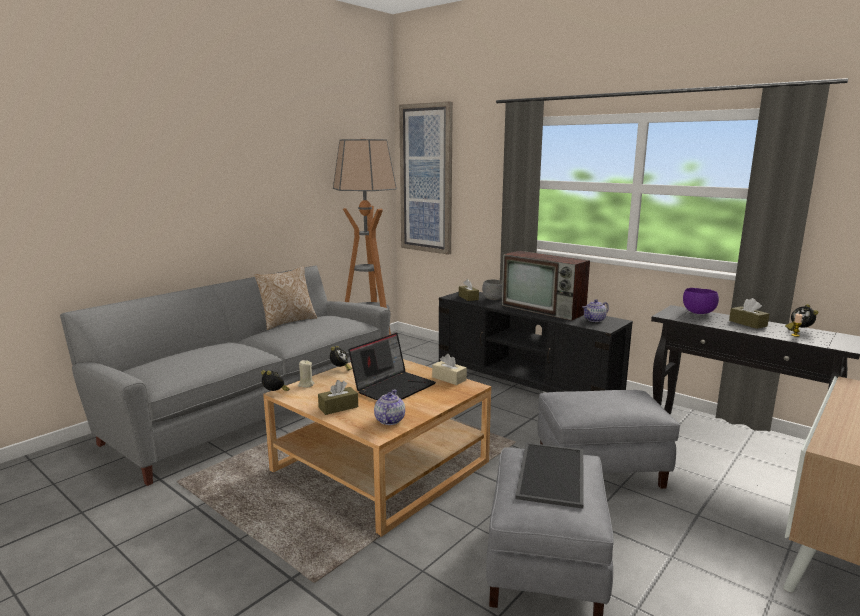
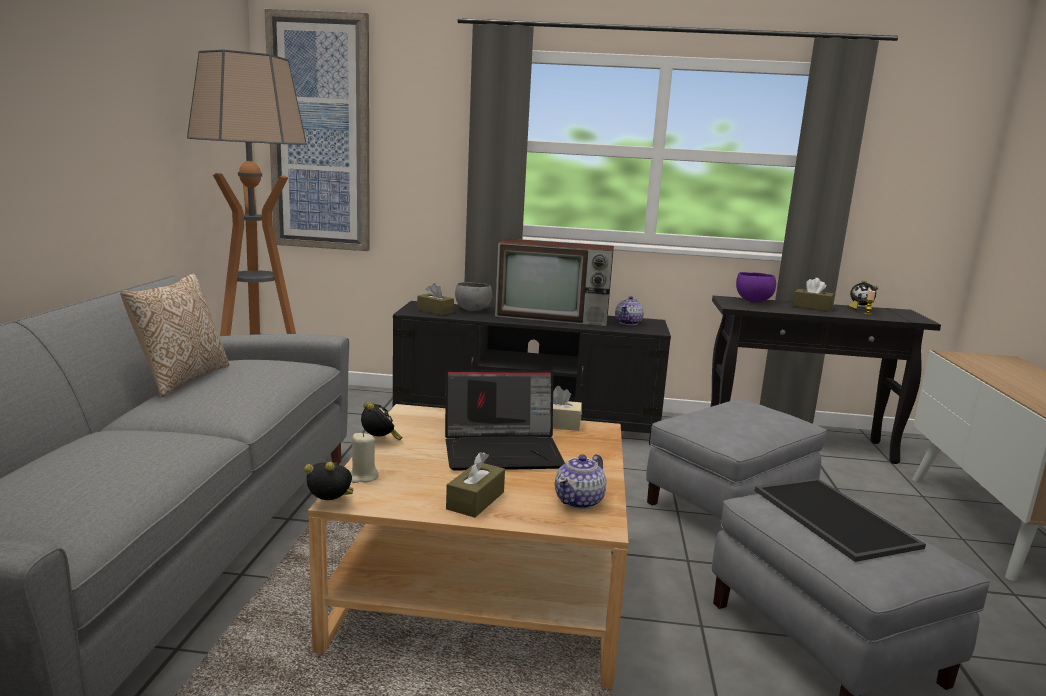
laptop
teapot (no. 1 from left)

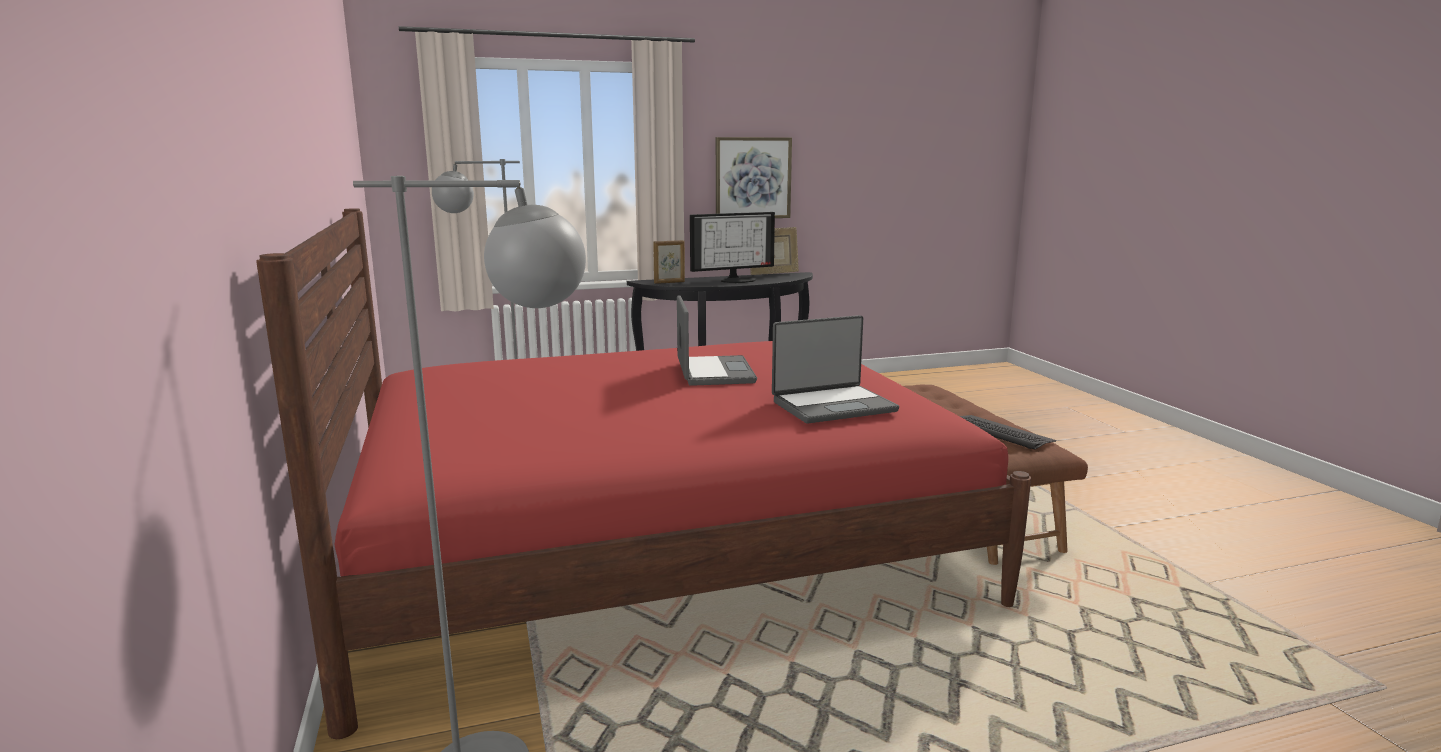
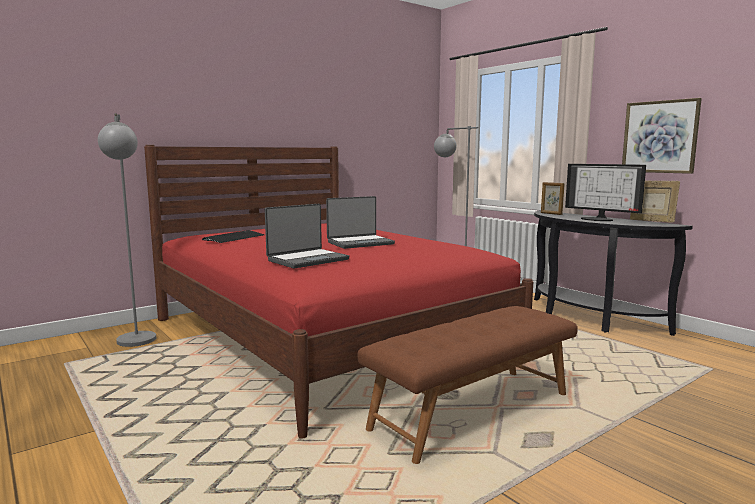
laptop (no. 1 from left)
computer keyboard

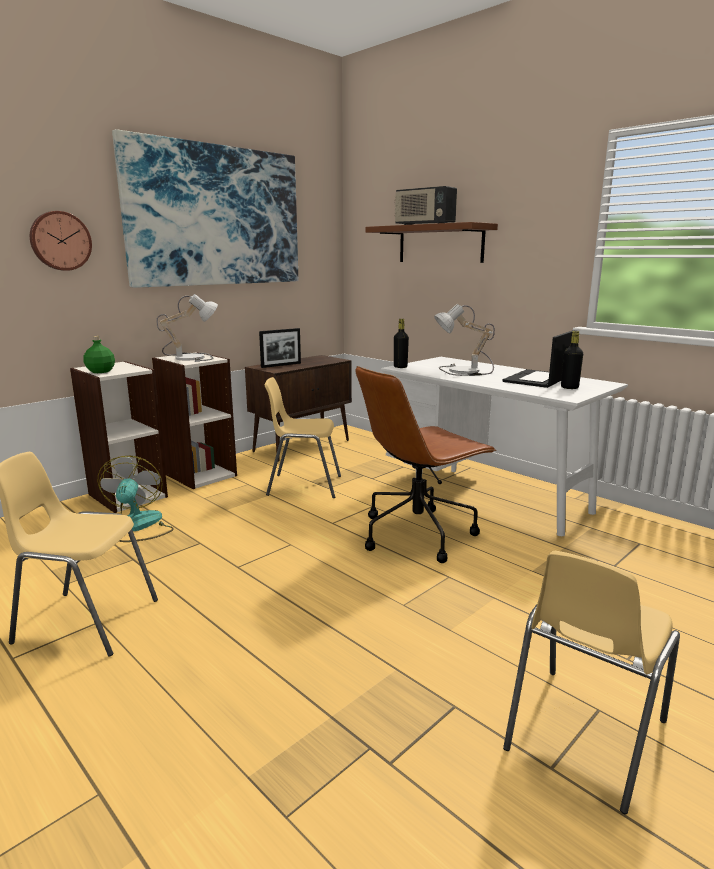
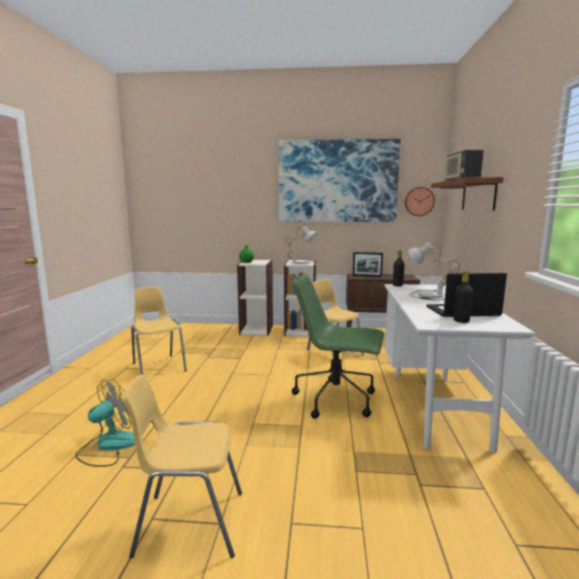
clock on the wall
fan
greenish desk chair

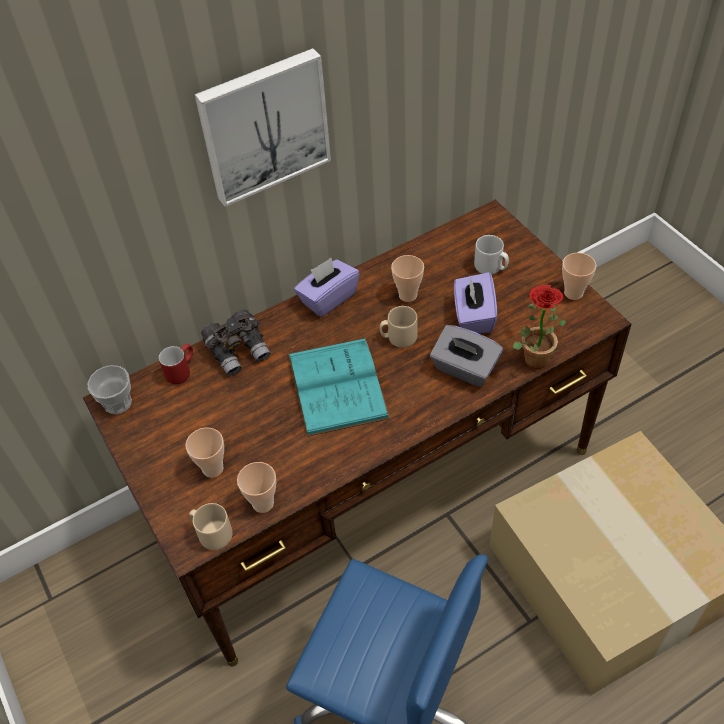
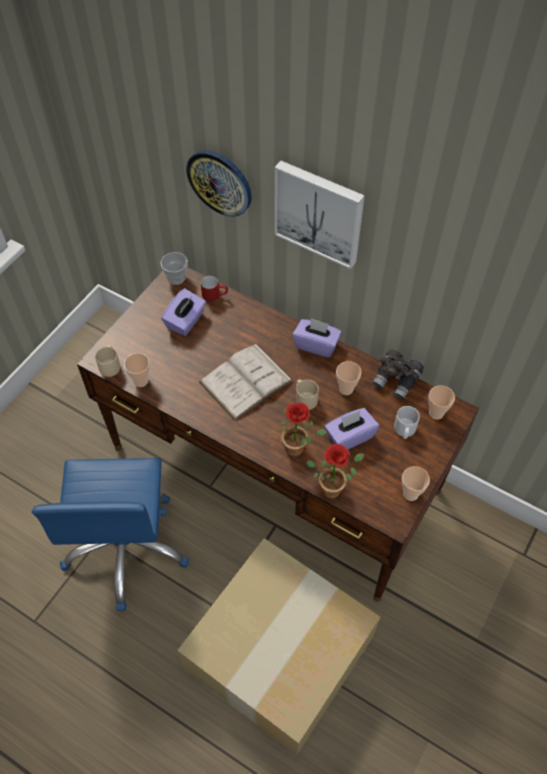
drinking cup (no. 5 from left)
greyish pair of binoculars
white-coloured bound book
plant in a pot (no. 1 from left)
purple-coloured tissue holder (no. 1 from left)
clock on the wall

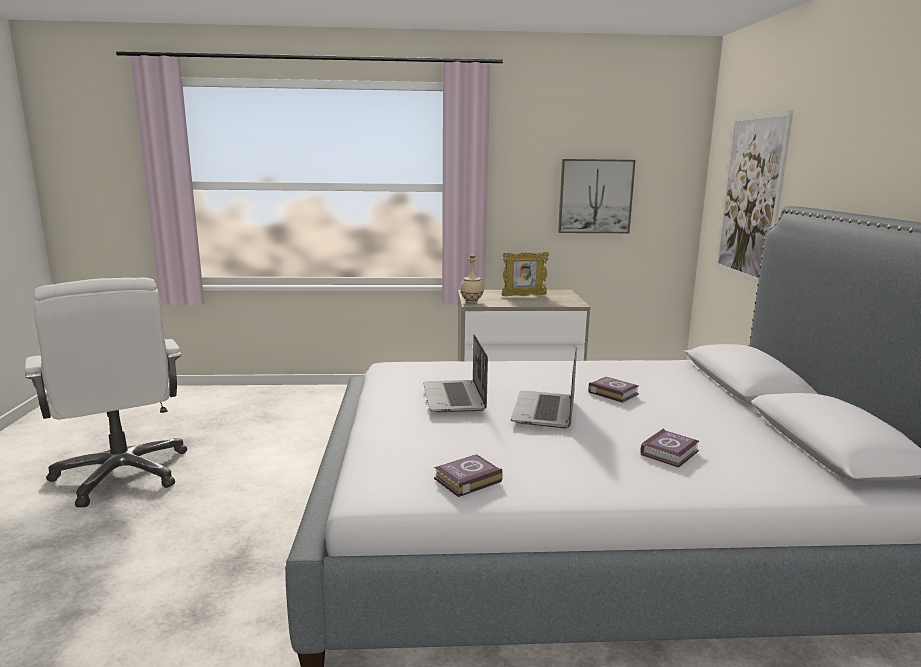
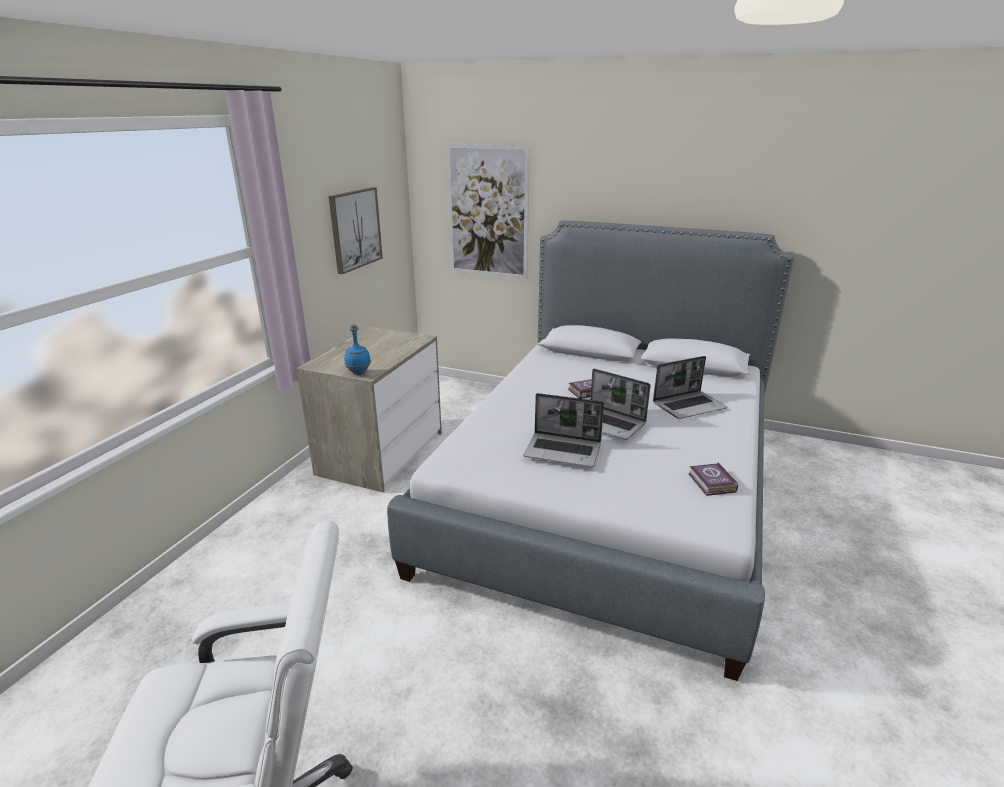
blue drink bottle
picture frame
laptop (no. 3 from left)

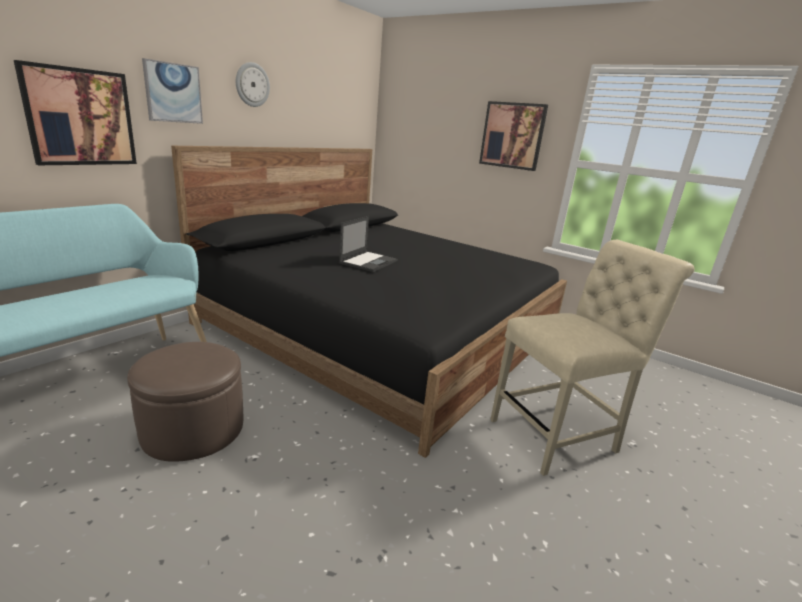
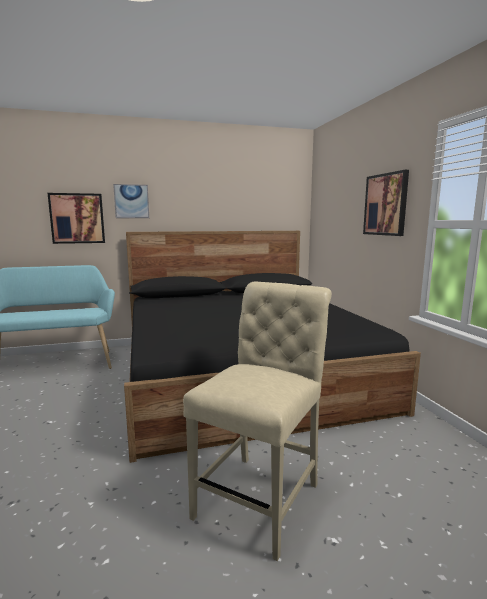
brownish ottoman
clock on the wall
laptop
beige plain chair

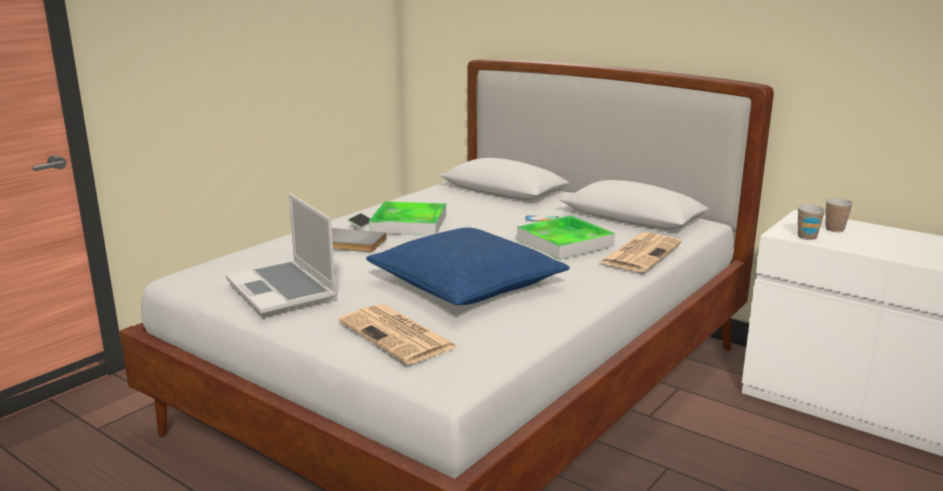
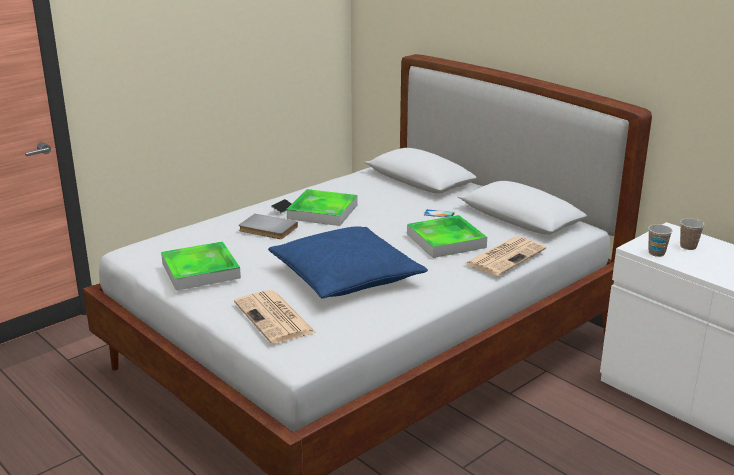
serving tray (no. 1 from left)

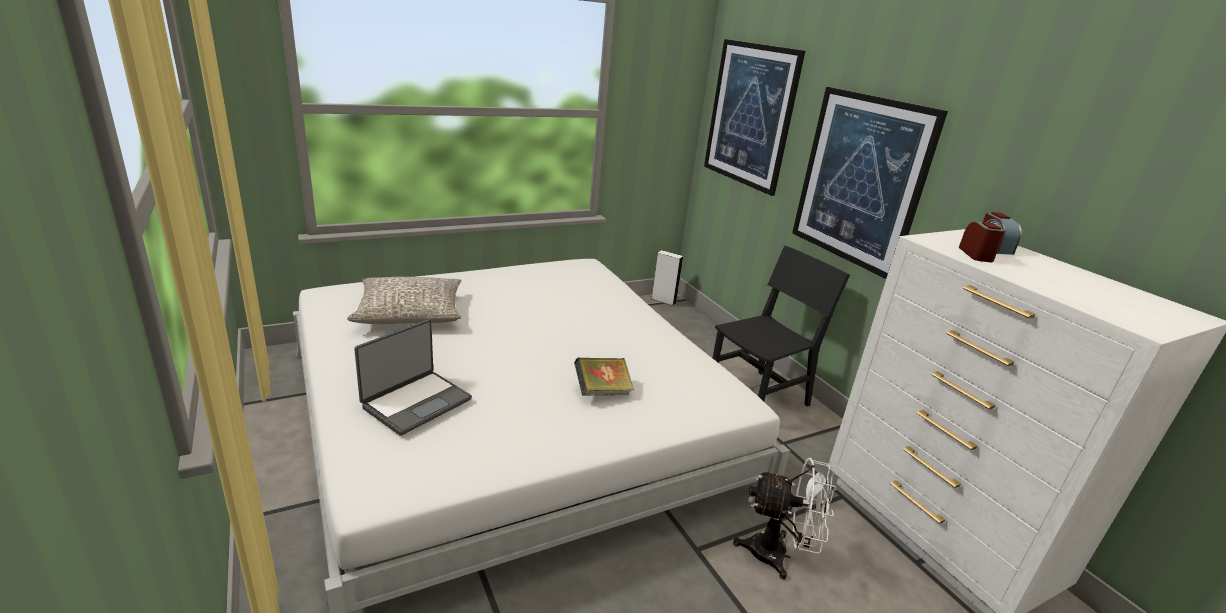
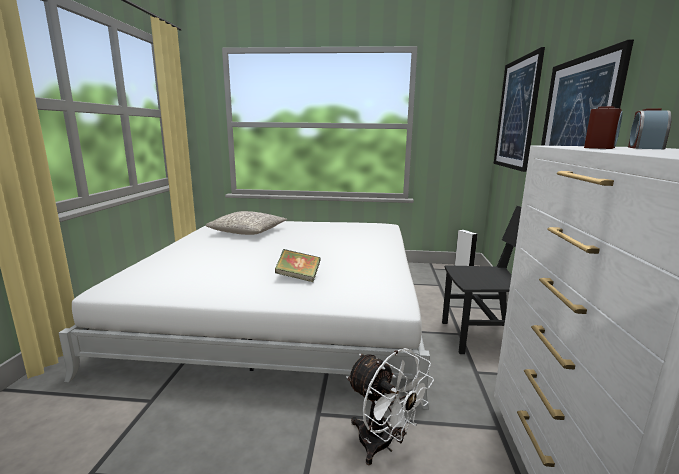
laptop

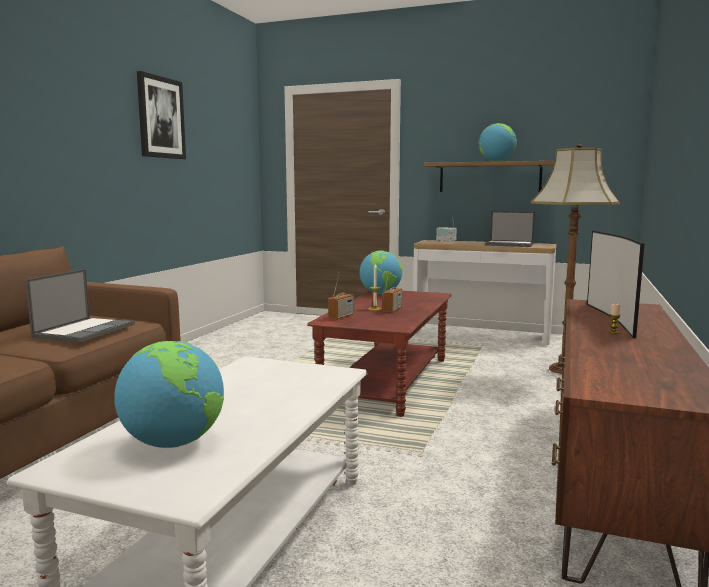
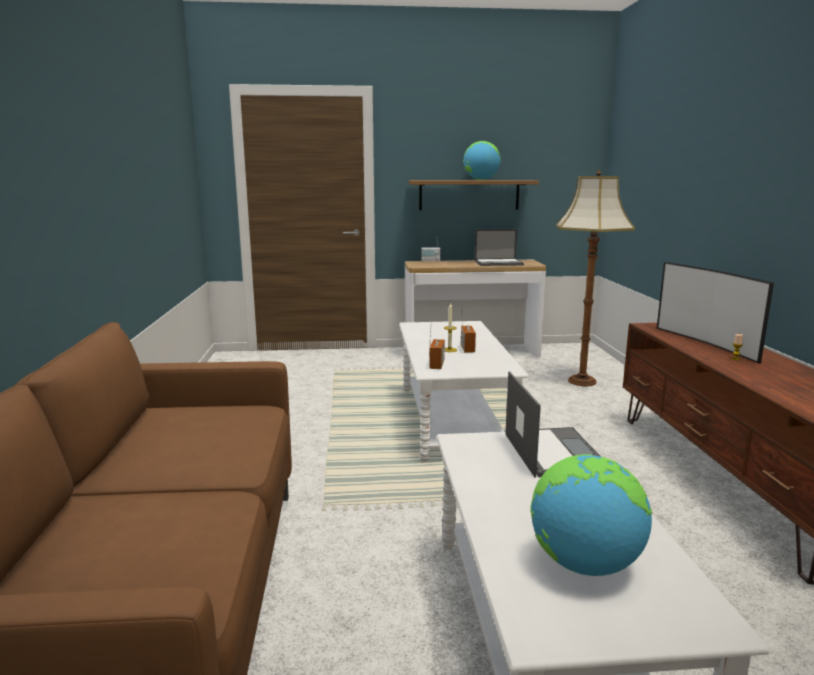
laptop (no. 2 from left)
wall art
white-coloured lounge table (no. 1 from left)
globe (no. 2 from left in the first image)

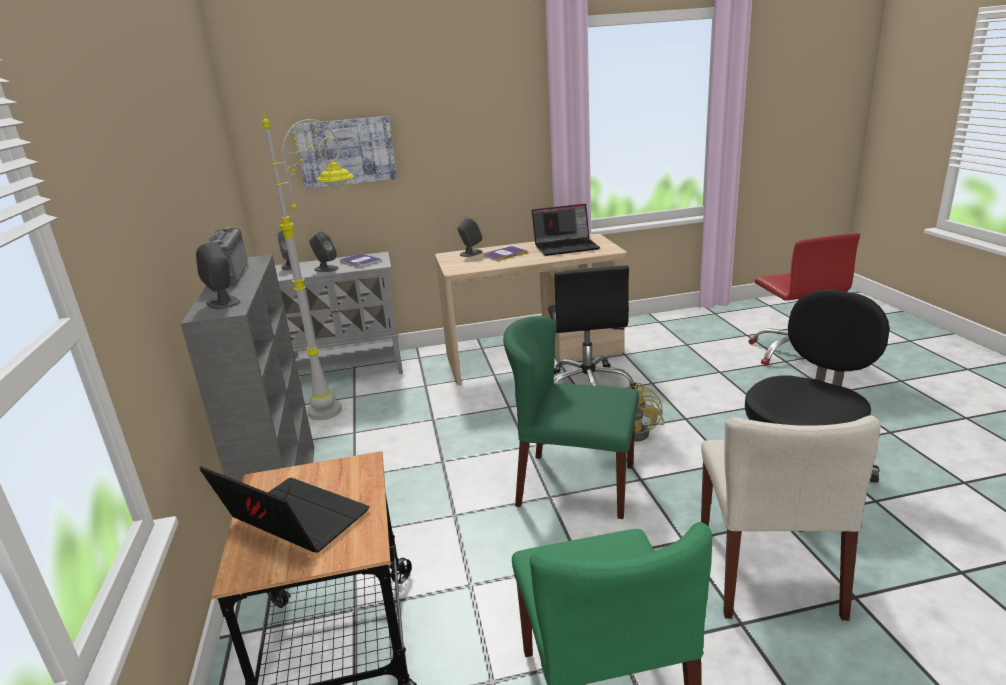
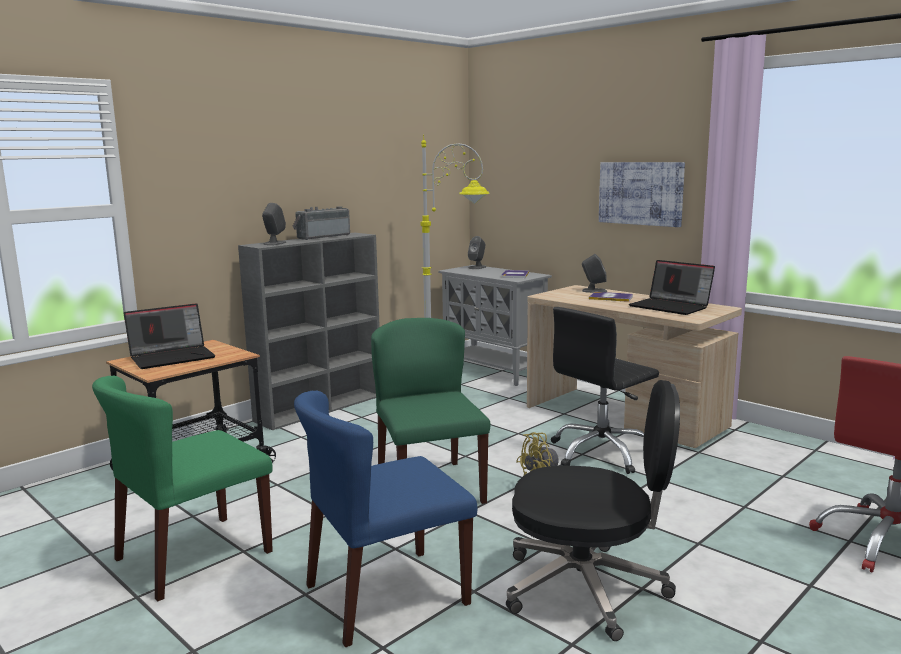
laptop (no. 1 from left)
wall art
greyish speaker (no. 3 from left in the first image)
blue plain chair

